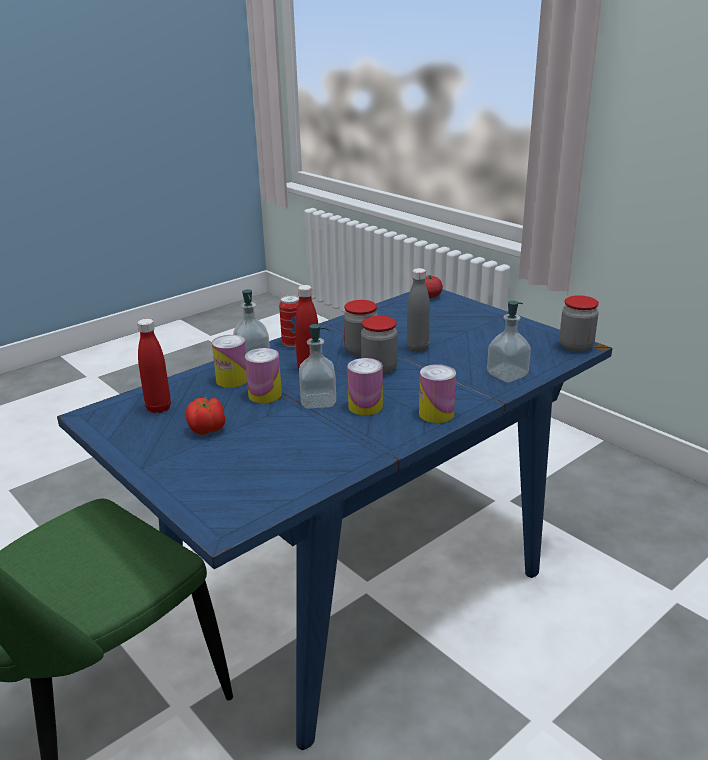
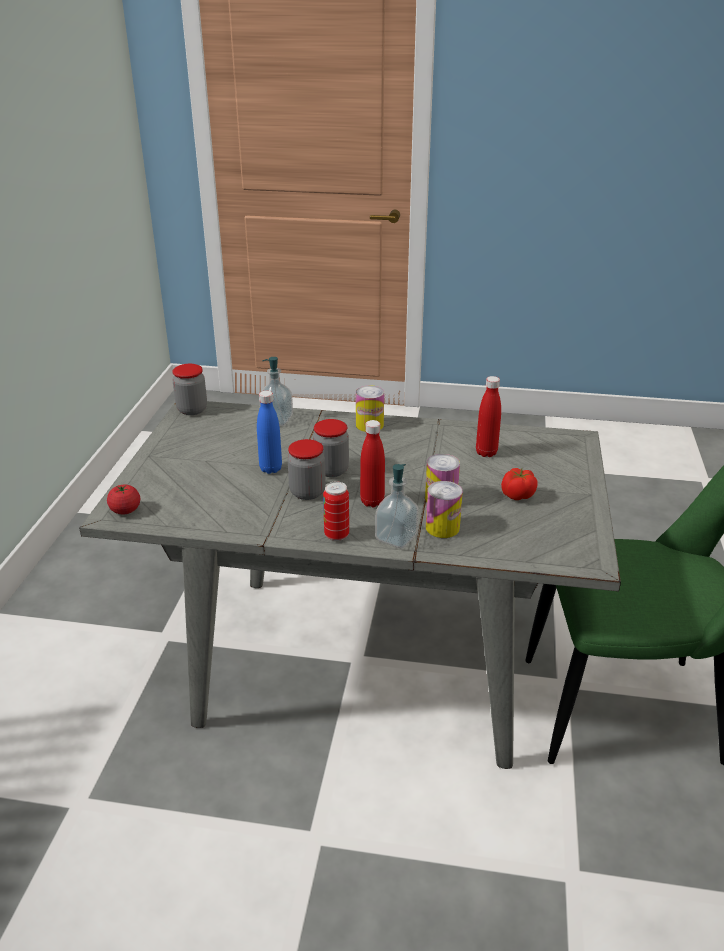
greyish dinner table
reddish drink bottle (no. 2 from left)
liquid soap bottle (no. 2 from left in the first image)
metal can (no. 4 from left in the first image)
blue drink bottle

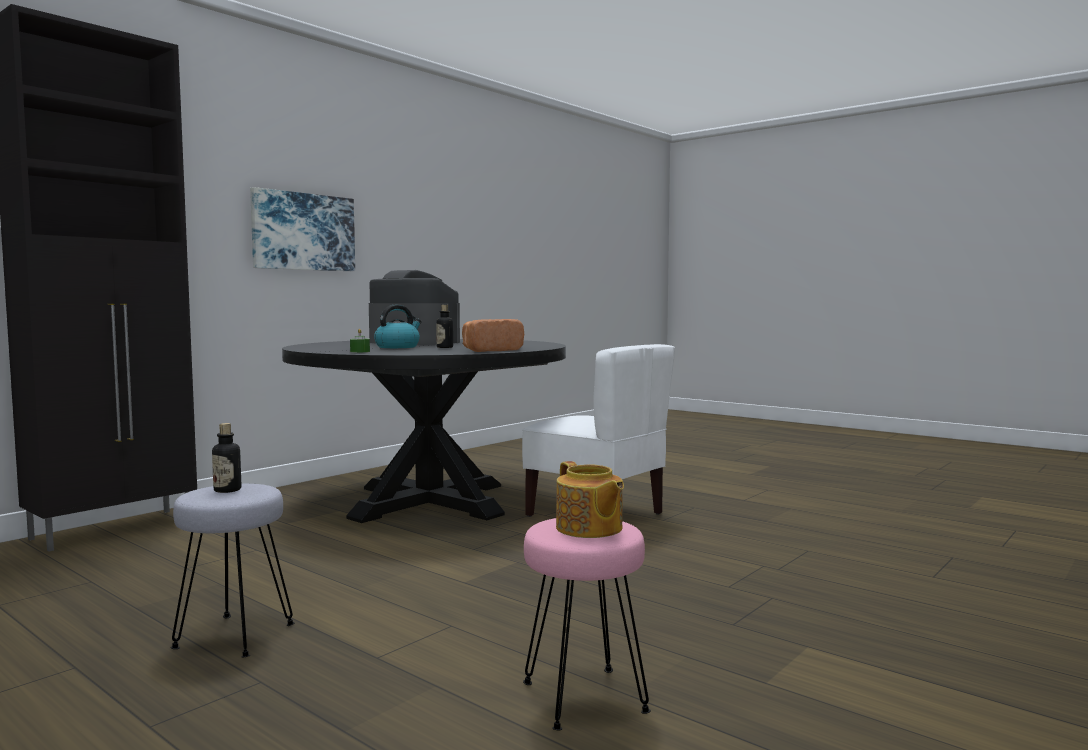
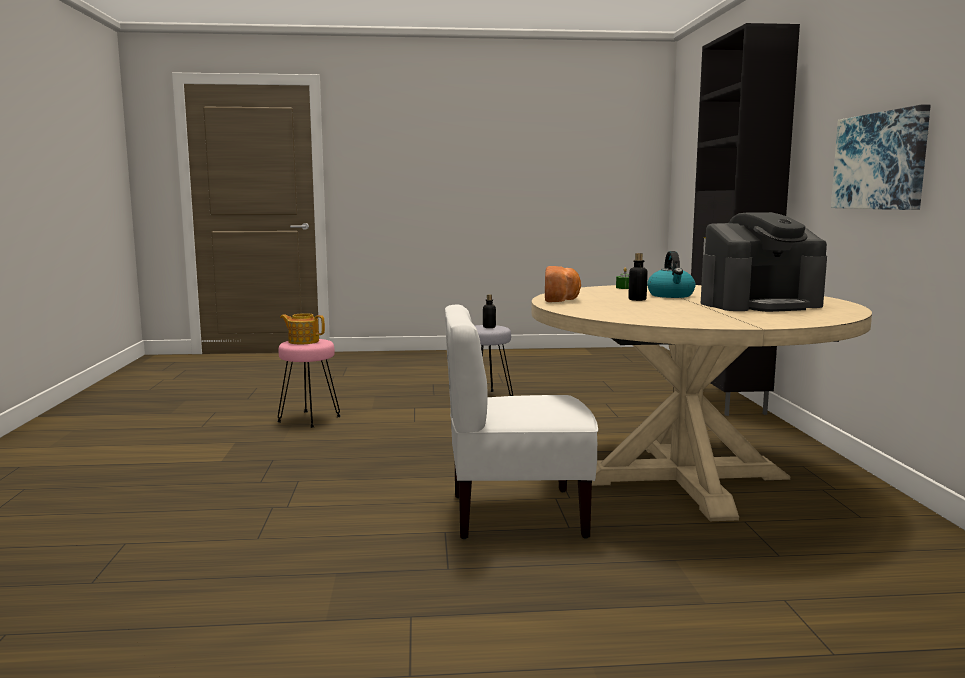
beige dinner table

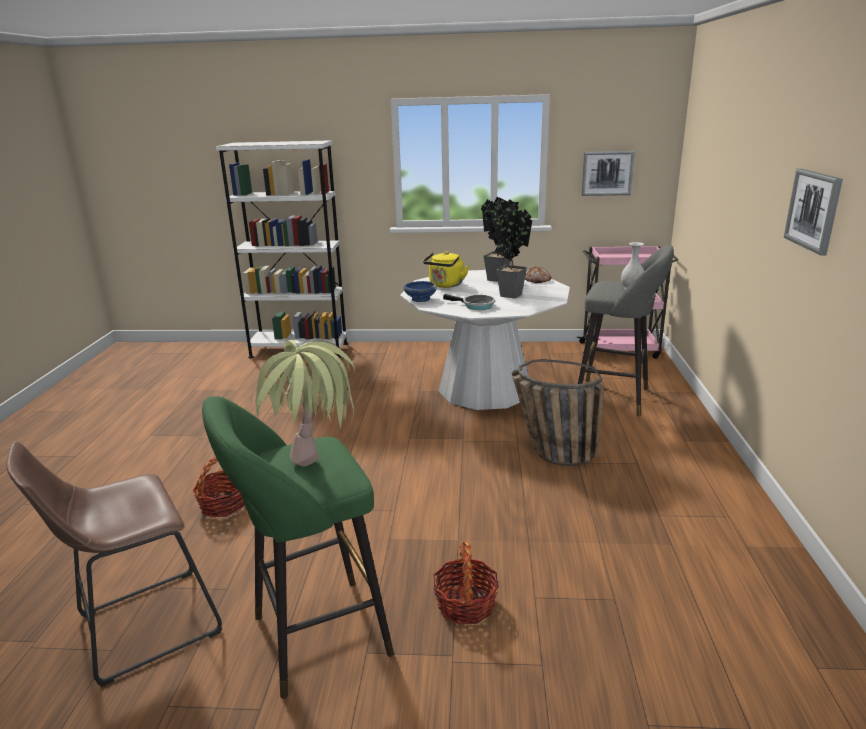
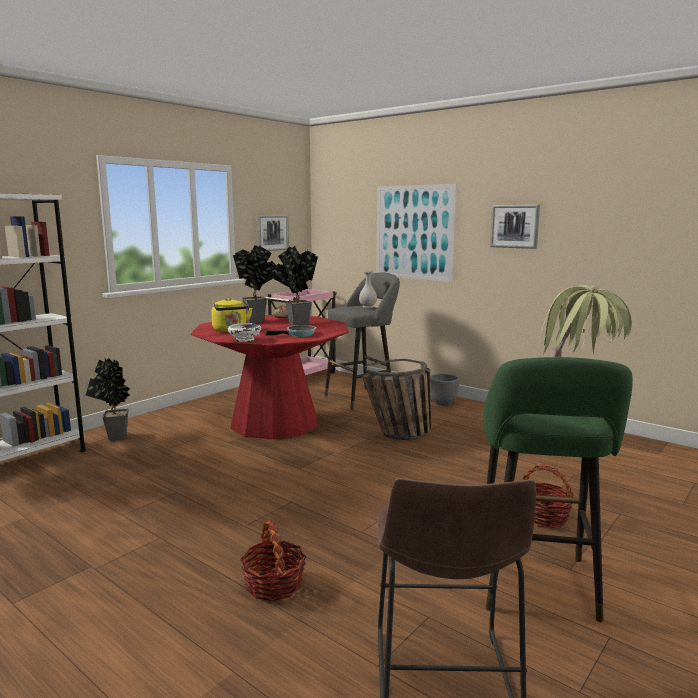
reddish dinner table
white-coloured deep dish
plant in a pot (no. 1 from left)
wall art (no. 2 from left)
greyish plant pot

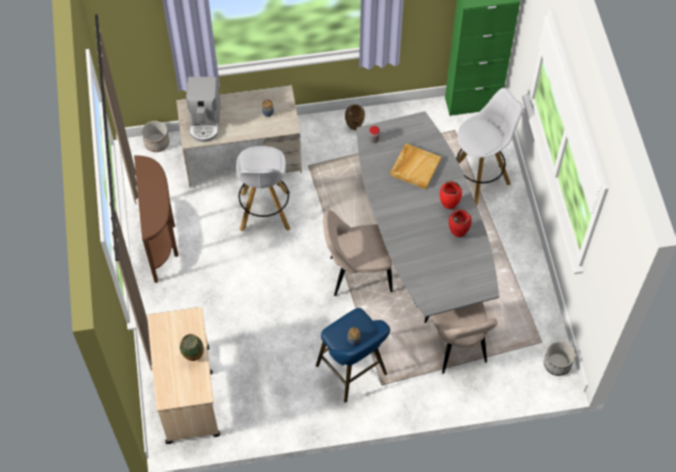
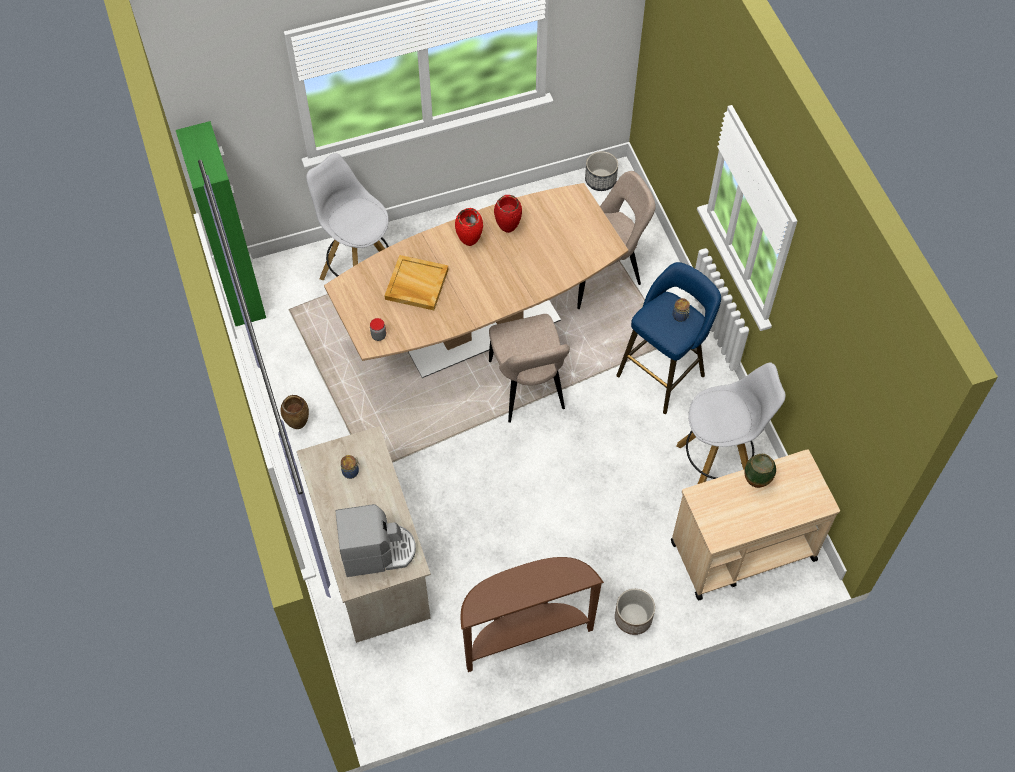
plant pot (no. 2 from left)
white-coloured stool (no. 2 from left)
brownish dinner table

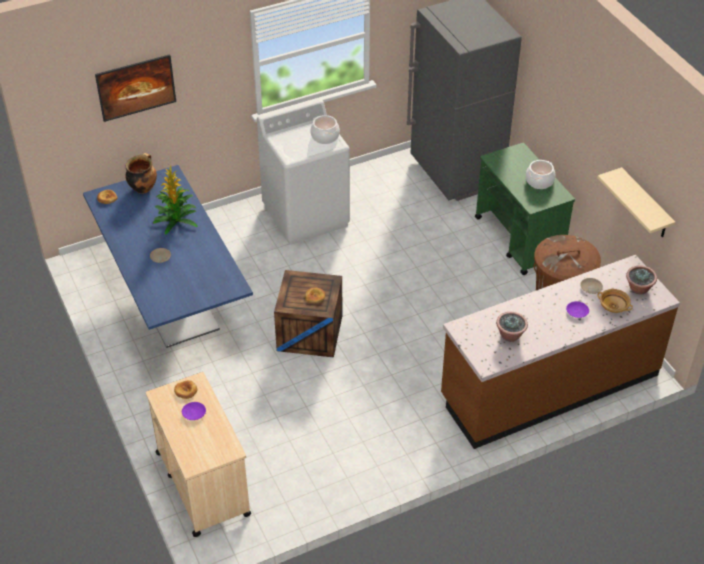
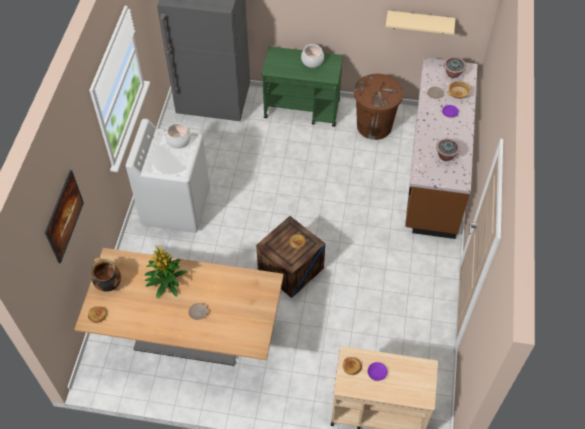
beige dinner table

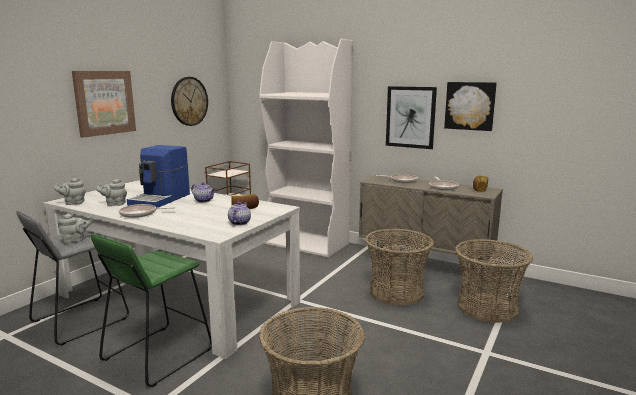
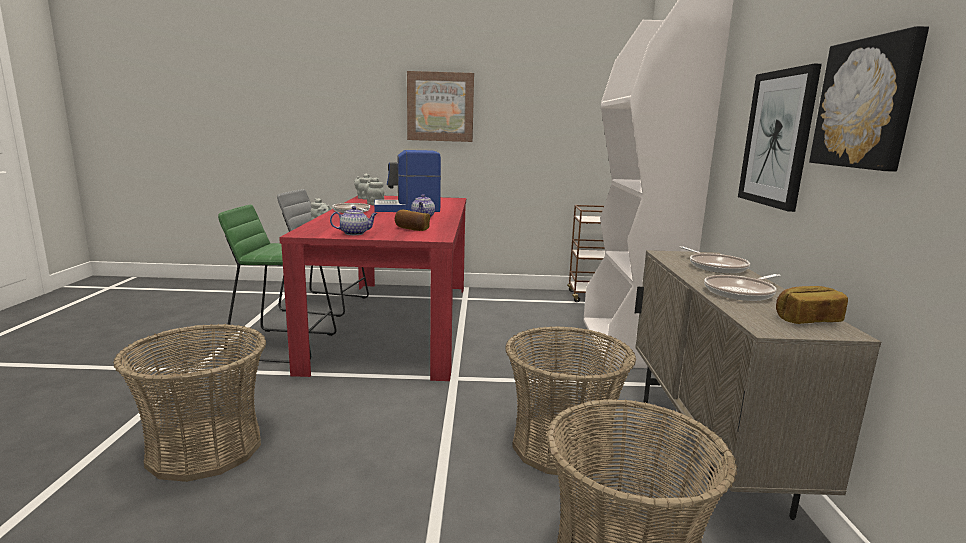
reddish dinner table
clock on the wall

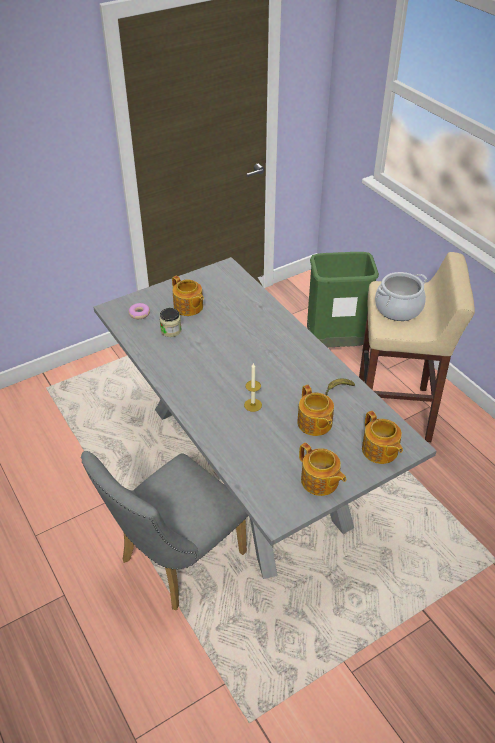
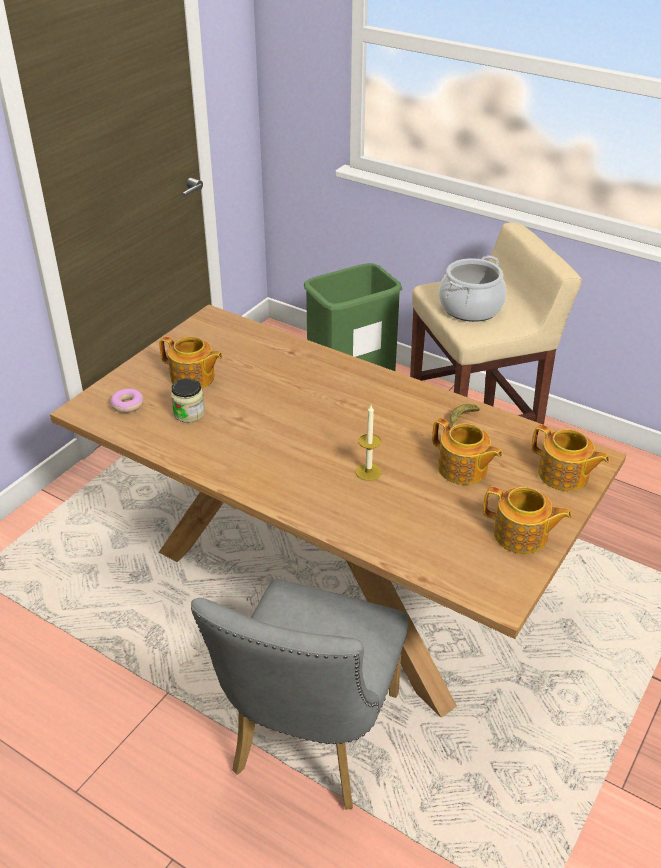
brownish dinner table

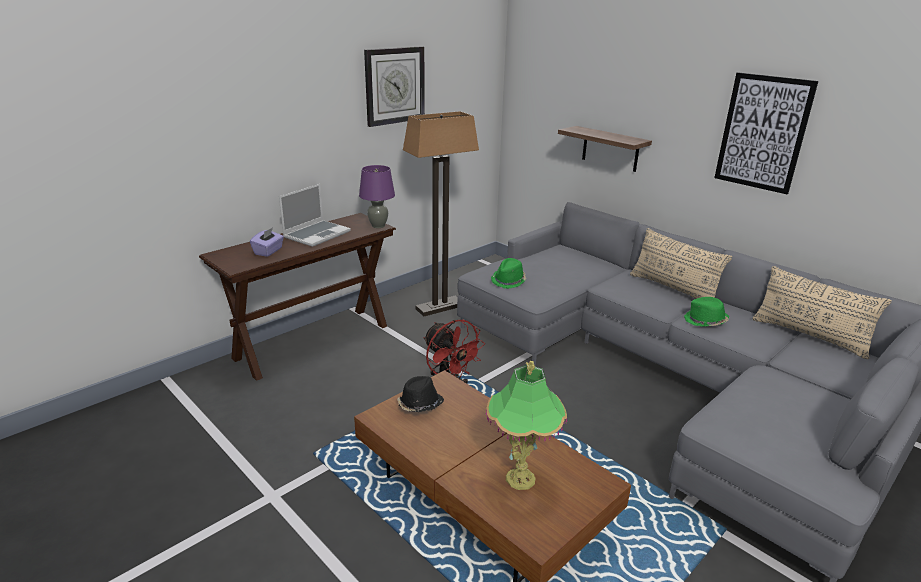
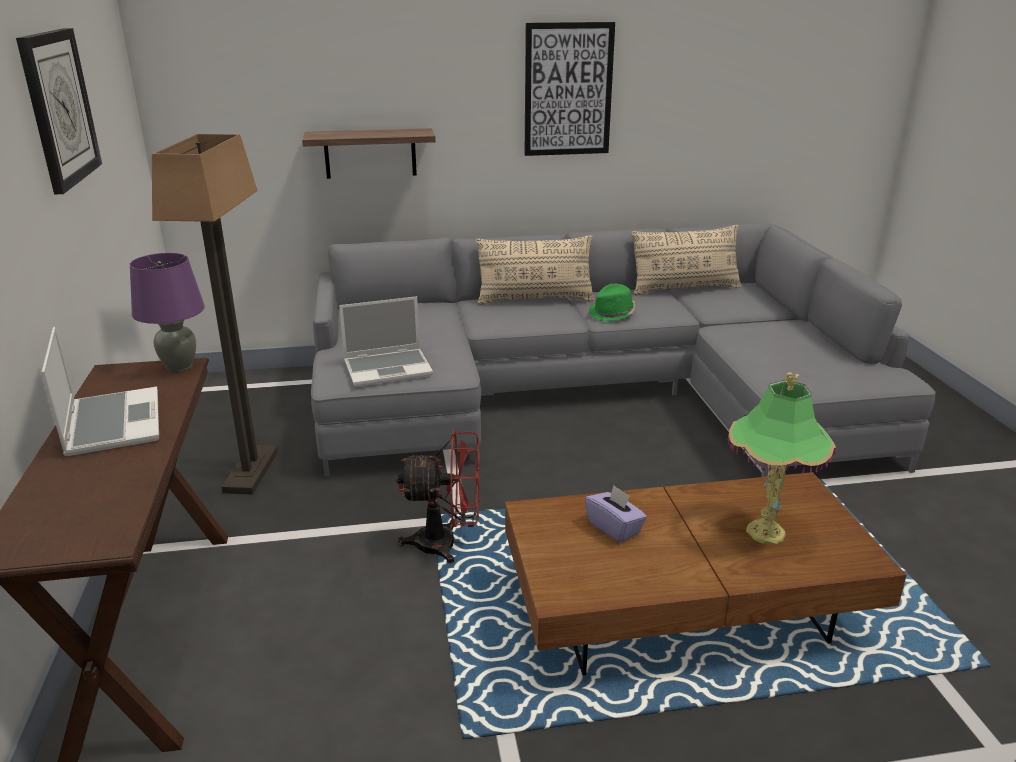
purple-coloured tissue holder
black-coloured hat
laptop (no. 2 from left)

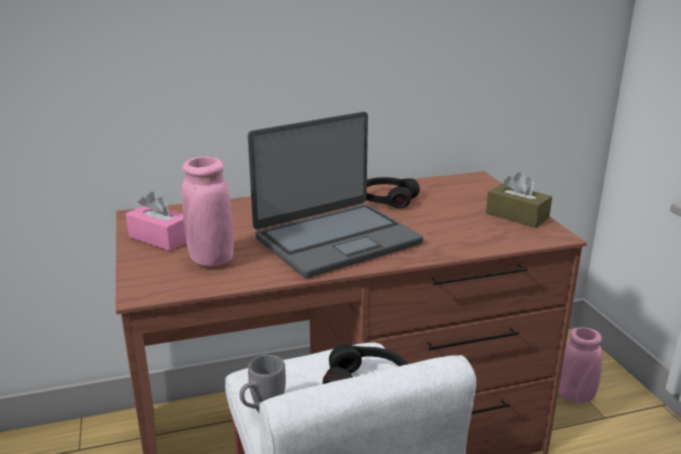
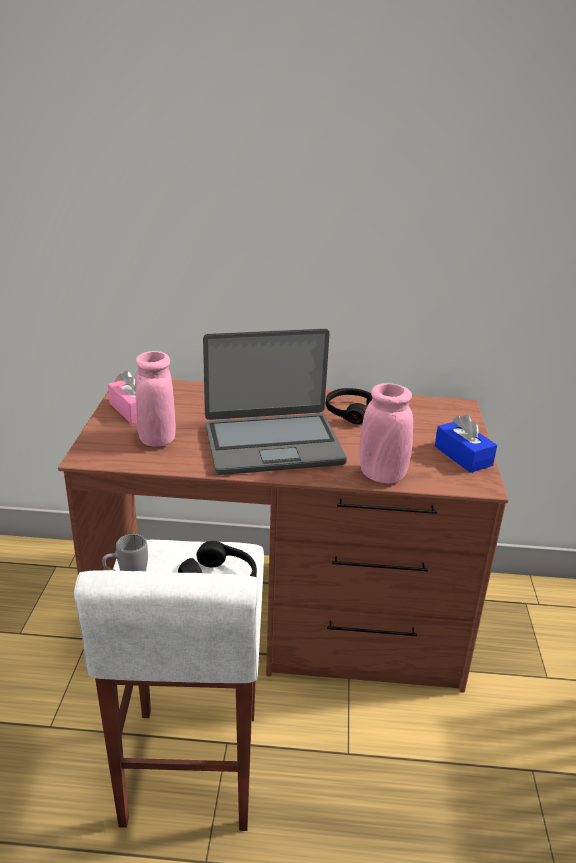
blue tissue holder
pinkish vase (no. 2 from left)

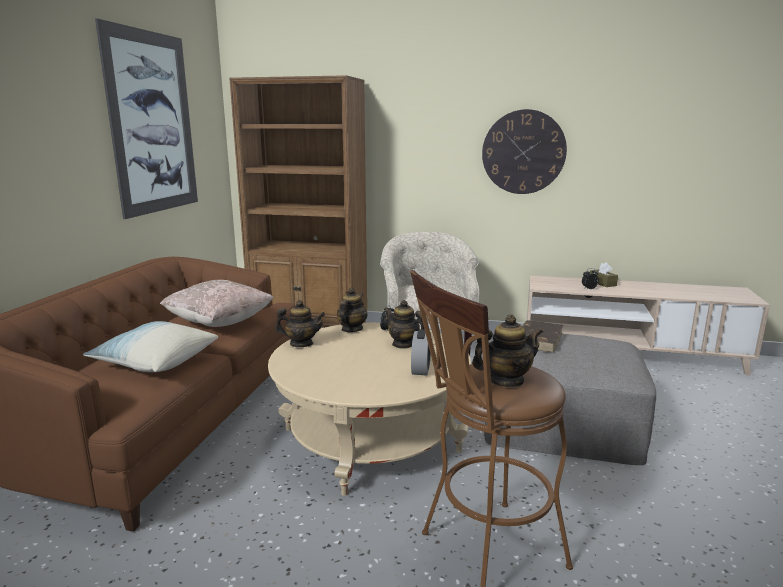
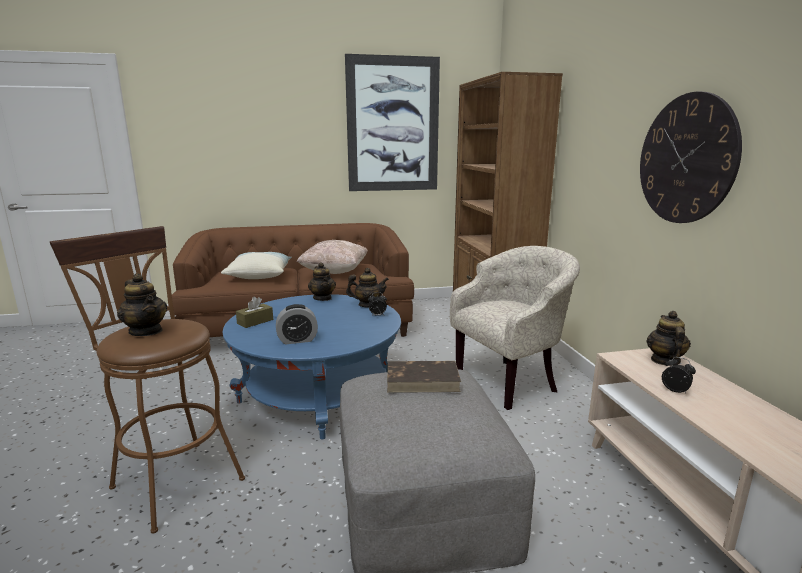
blue lounge table
teapot (no. 4 from left)
brownish tissue holder

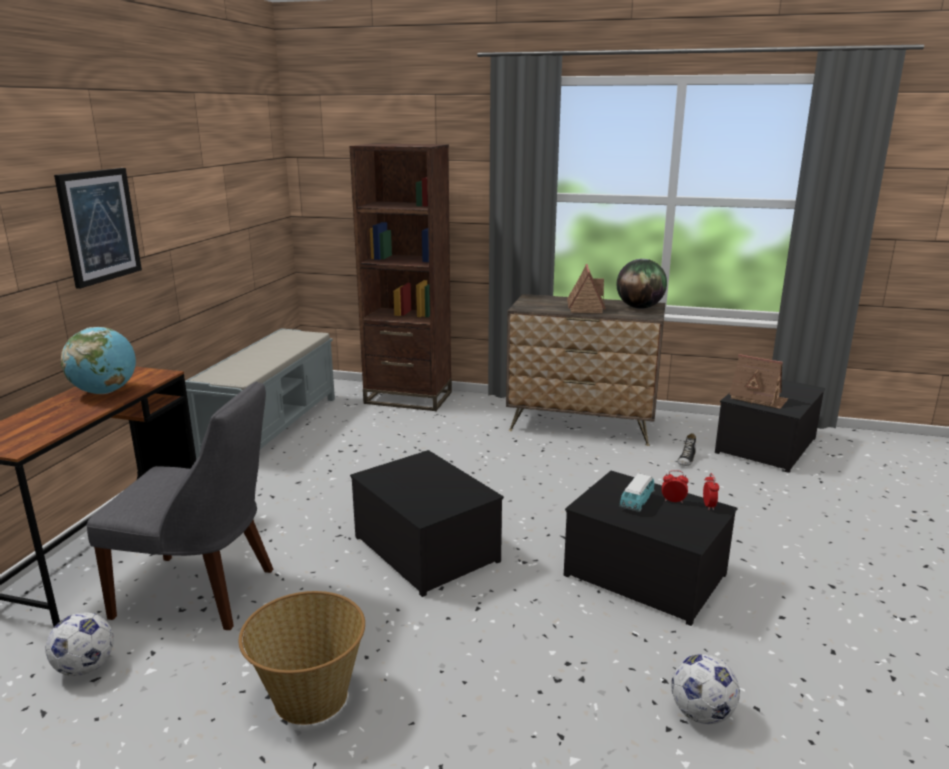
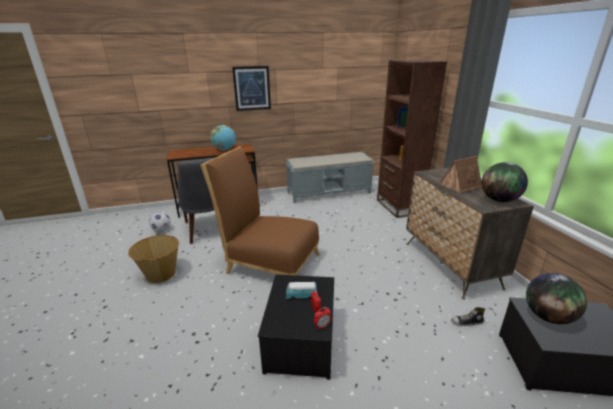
brownish plain chair
ball for football (no. 2 from left in the first image)
globe (no. 3 from left)

